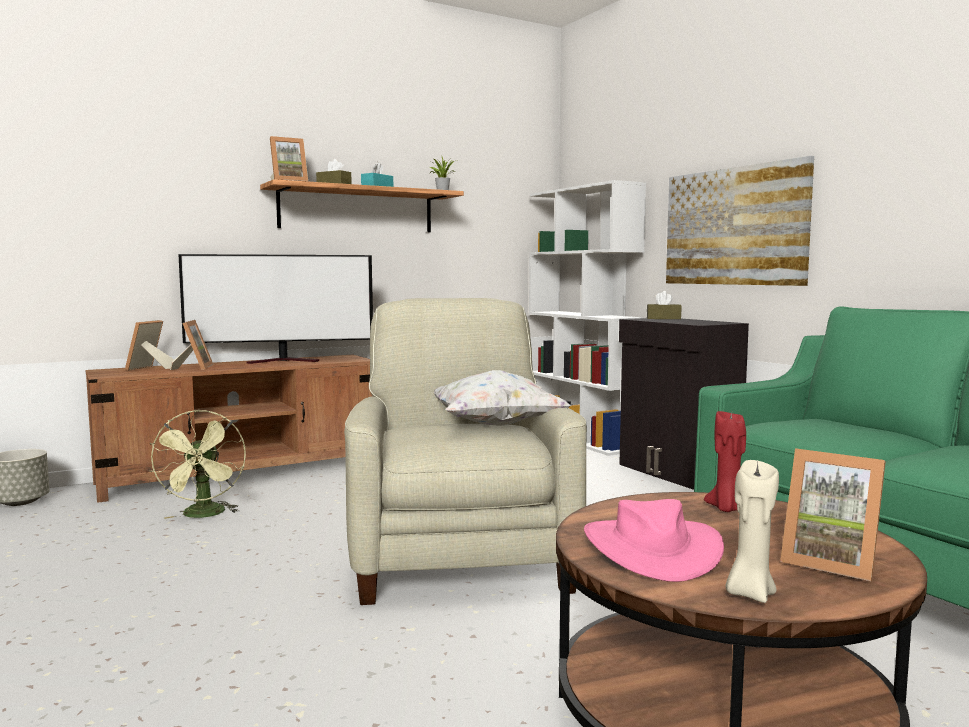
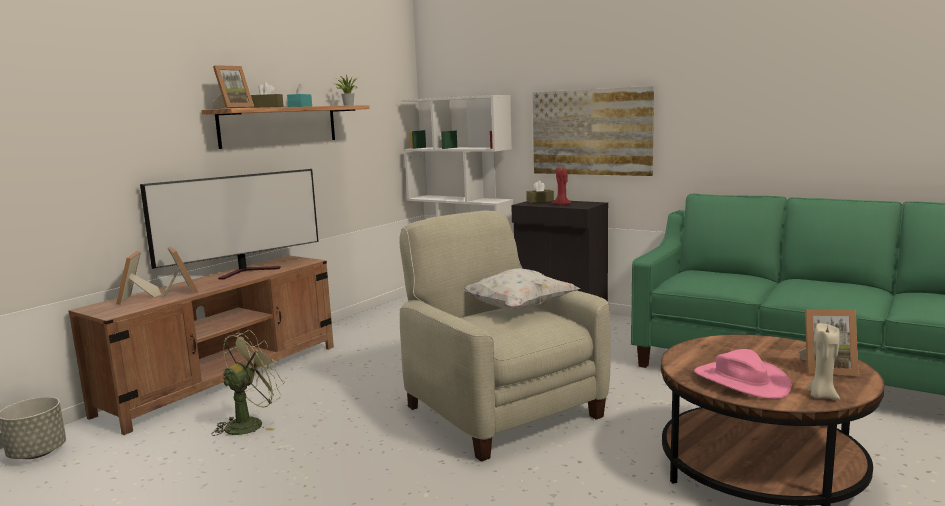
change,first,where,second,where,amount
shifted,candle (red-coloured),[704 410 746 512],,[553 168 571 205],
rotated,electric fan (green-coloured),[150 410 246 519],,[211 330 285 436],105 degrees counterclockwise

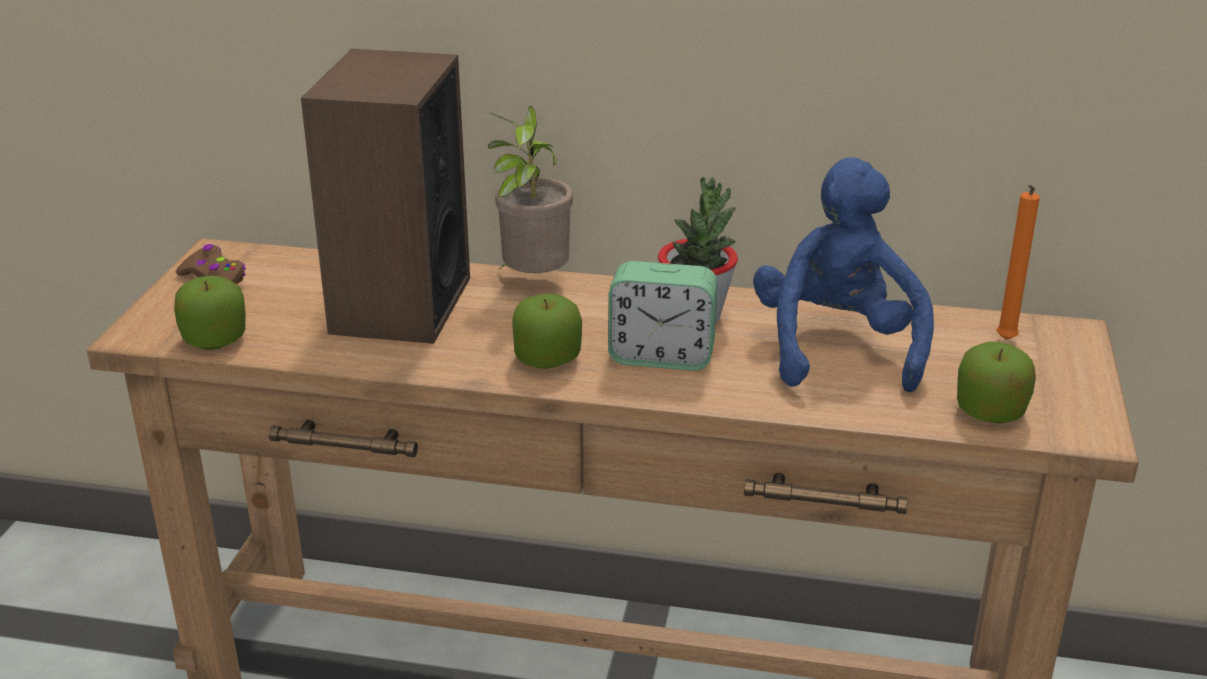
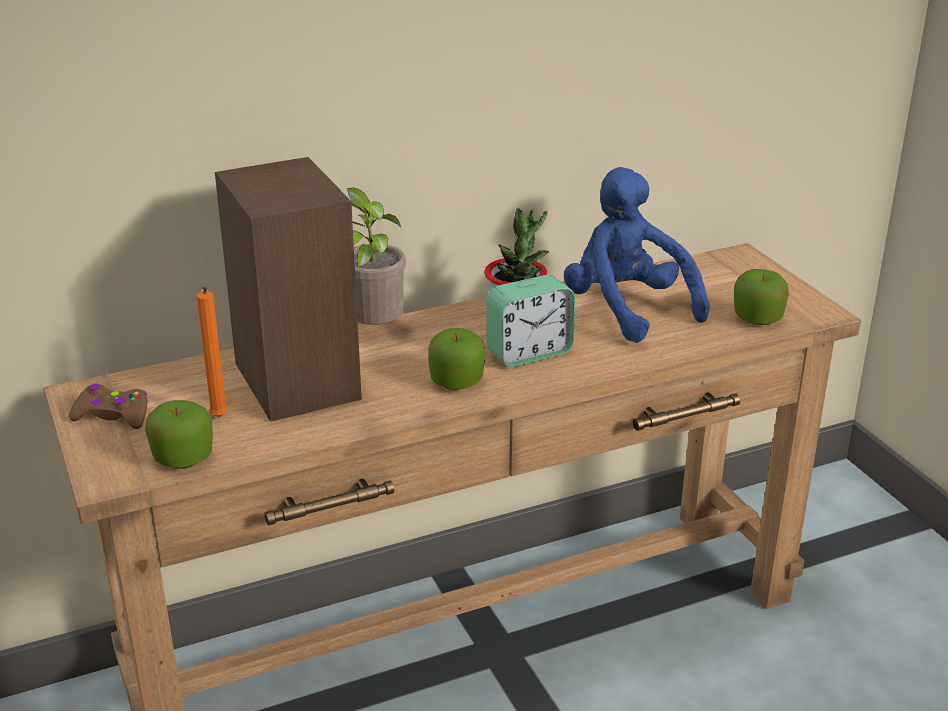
change,first,where,second,where,amount
shifted,candle (orange-coloured),[996 185 1040 340],,[197 287 228 417],

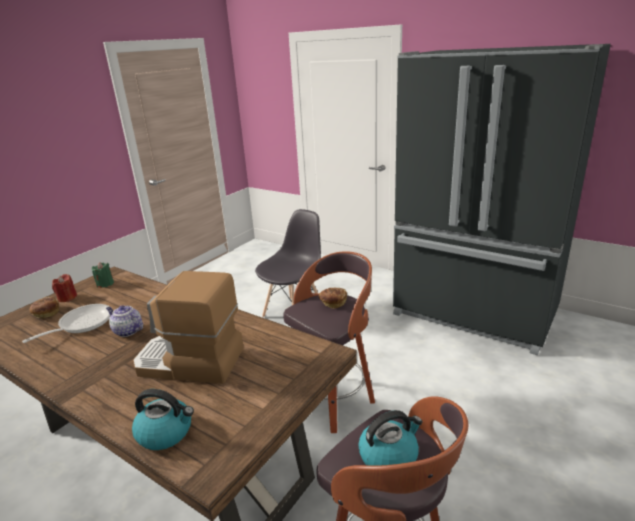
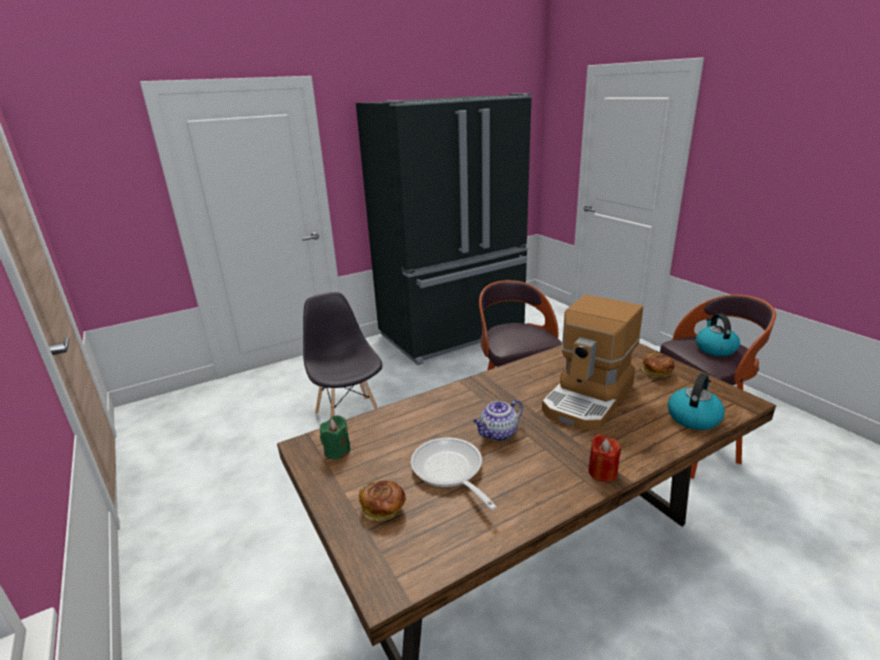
change,first,where,second,where,amount
shifted,candle (red-coloured),[52 274 77 302],,[588 434 621 482],
shifted,bread,[319 288 347 309],,[642 353 674 378],

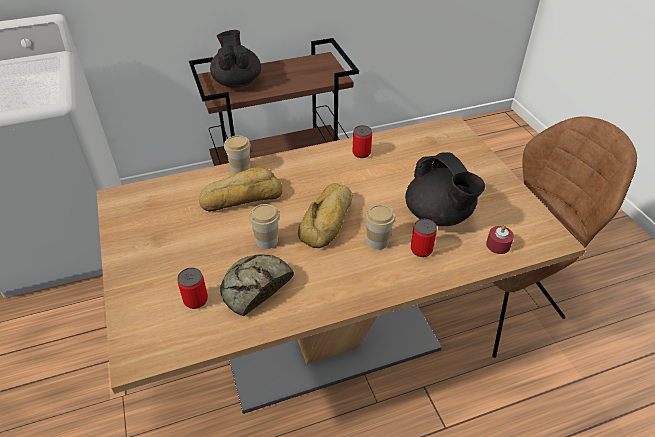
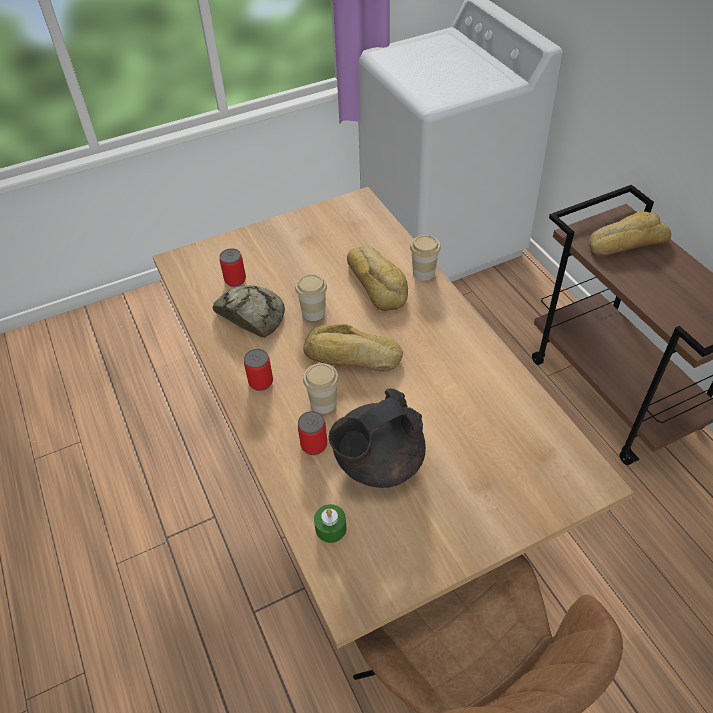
change,first,where,second,where,amount
shifted,can,[352 125 372 158],,[244 349 273 391],
swapped,tea pot (black-coloured),[210 30 261 88],bread,[588 212 671 256],
repainted,candle (red-coloured),[486 225 514 254],candle (green-coloured),[314 504 347 543],

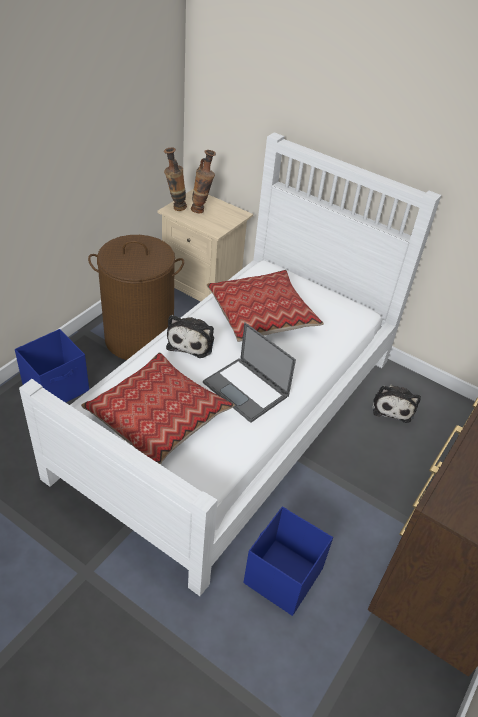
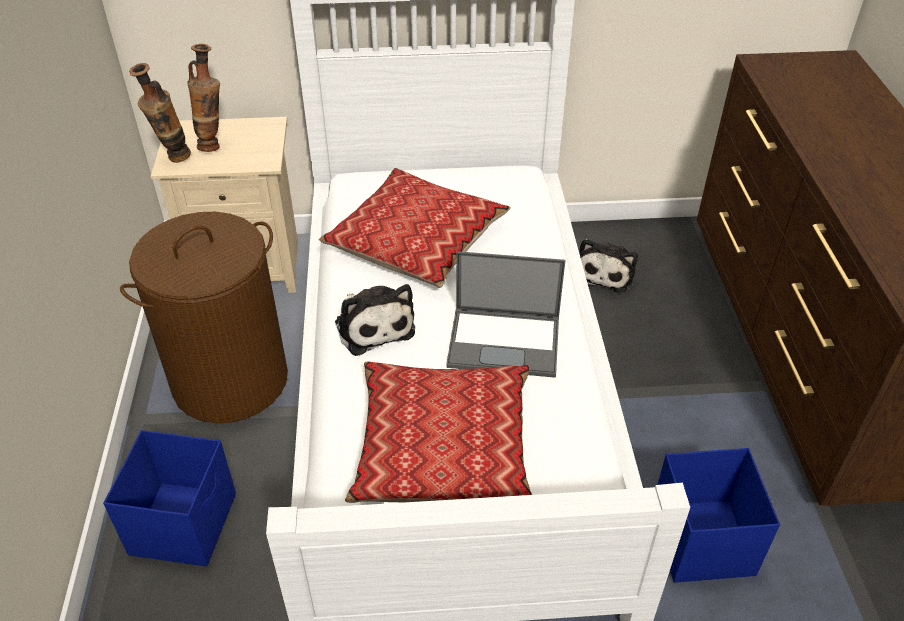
change,first,where,second,where,amount
rotated,soft toy,[372 384 421 423],,[579 239 638 293],45 degrees clockwise

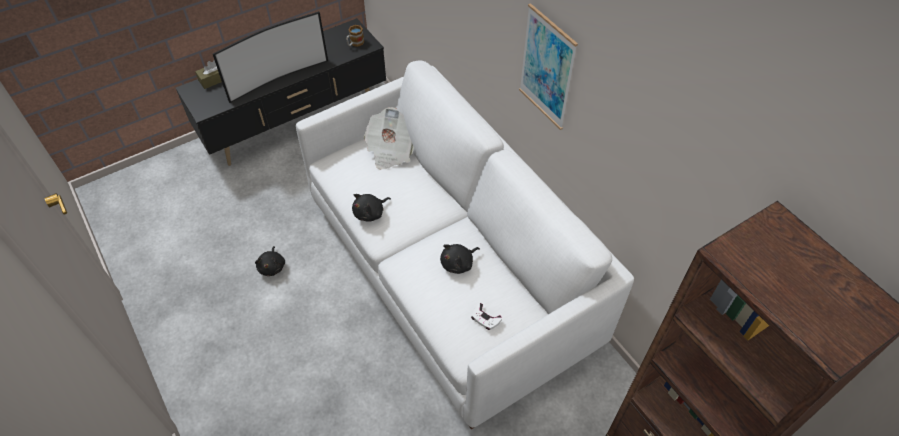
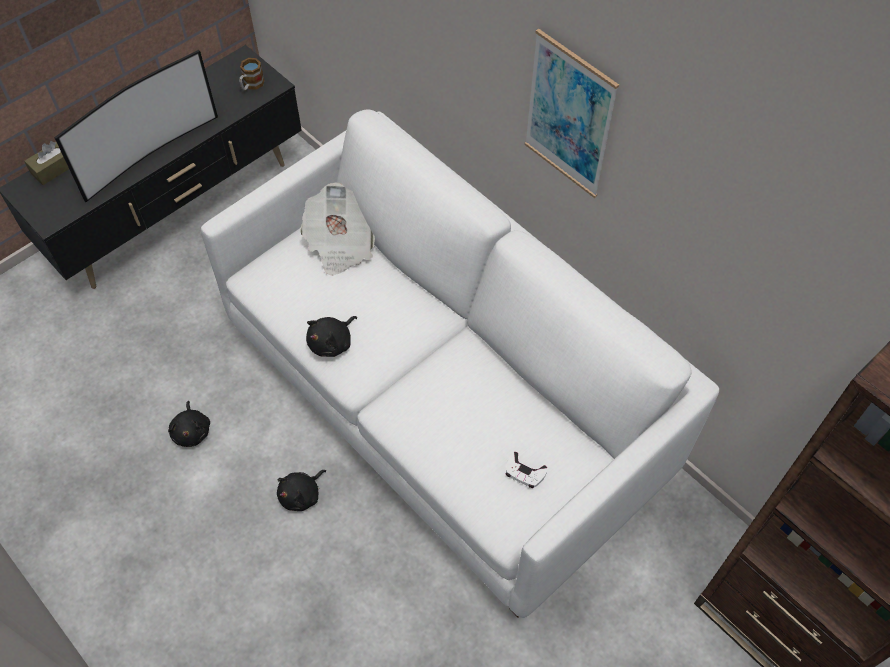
change,first,where,second,where,amount
shifted,soft toy (black-coloured),[440 244 480 274],,[277 470 326 511],

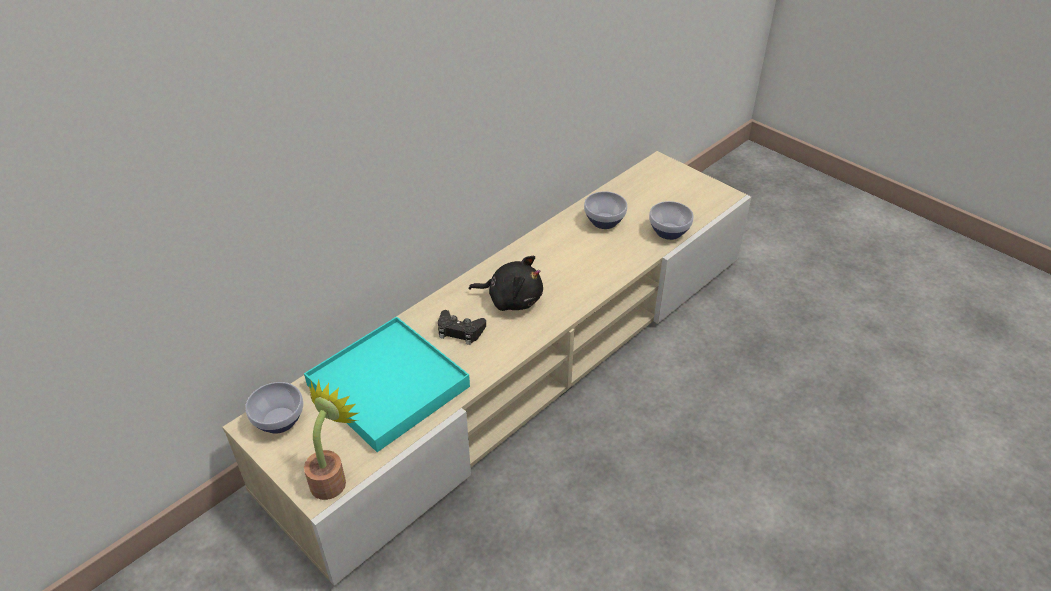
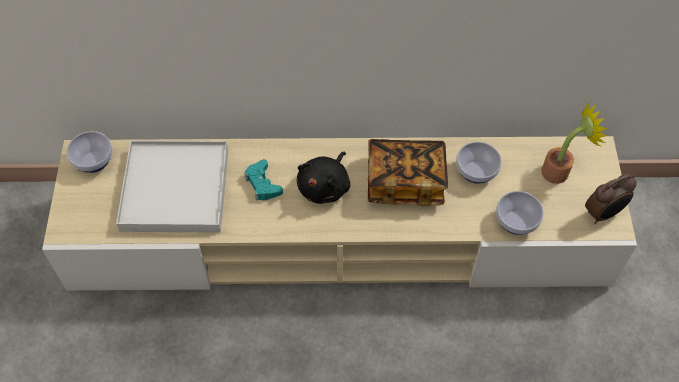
change,first,where,second,where,amount
new,,,book,[368 139 448 206],
new,,,bedside clock,[585 174 637 224],
shifted,houseplant,[304 379 358 500],,[542 102 608 184],
repainted,carrying tray (turquoise-coloured),[304 317 470 452],carrying tray (white),[116 140 228 233],
repainted,game controller (black-coloured),[438 310 486 345],game controller (turquoise-coloured),[244 159 283 200],
rotated,soft toy (black-coloured),[469 256 543 311],,[297 152 351 204],60 degrees clockwise

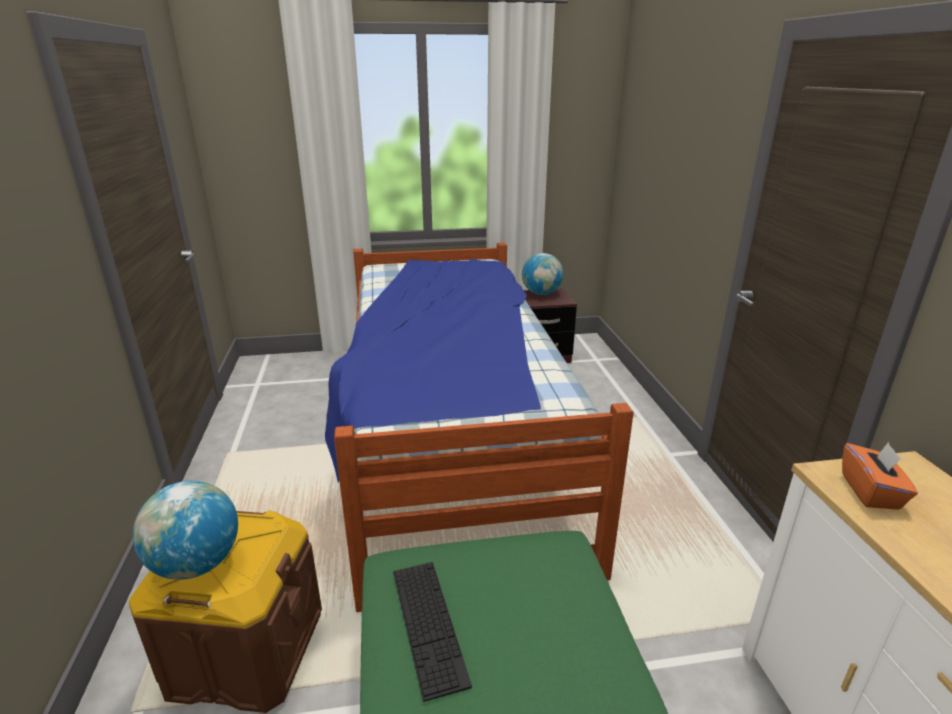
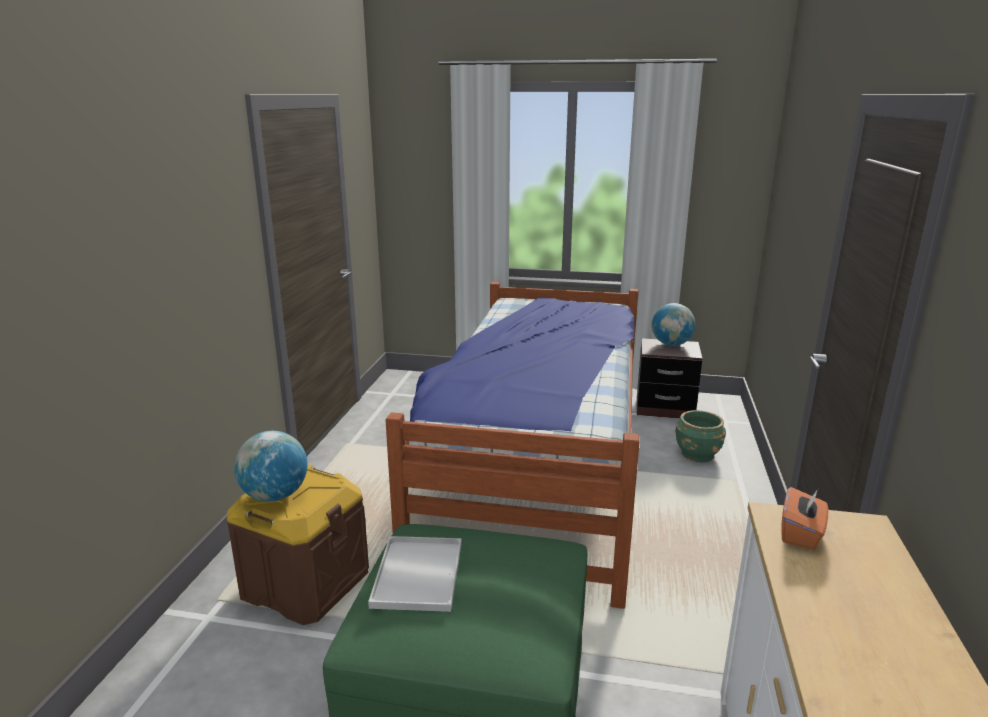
change,first,where,second,where,amount
new,,,planter (green-coloured),[675 410 726 462],
swapped,PC keyboard,[393 562 472 702],carrying tray (white),[368 536 462 612],

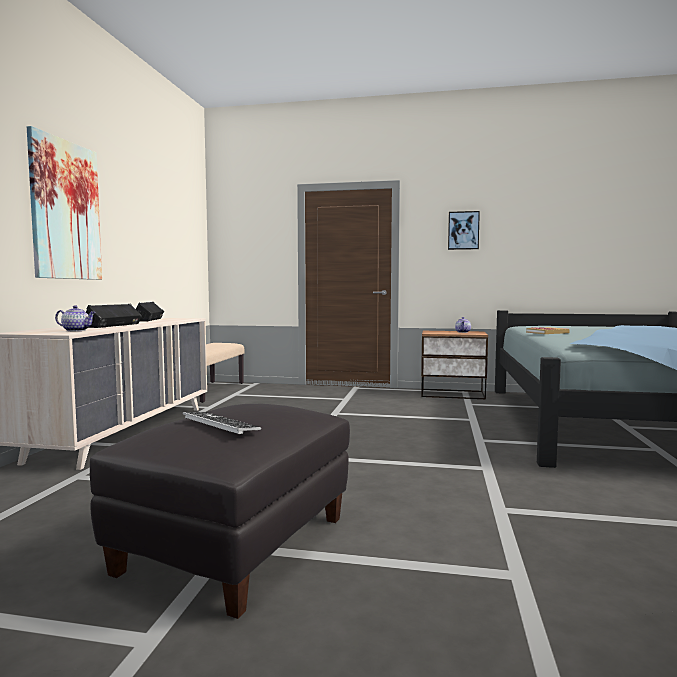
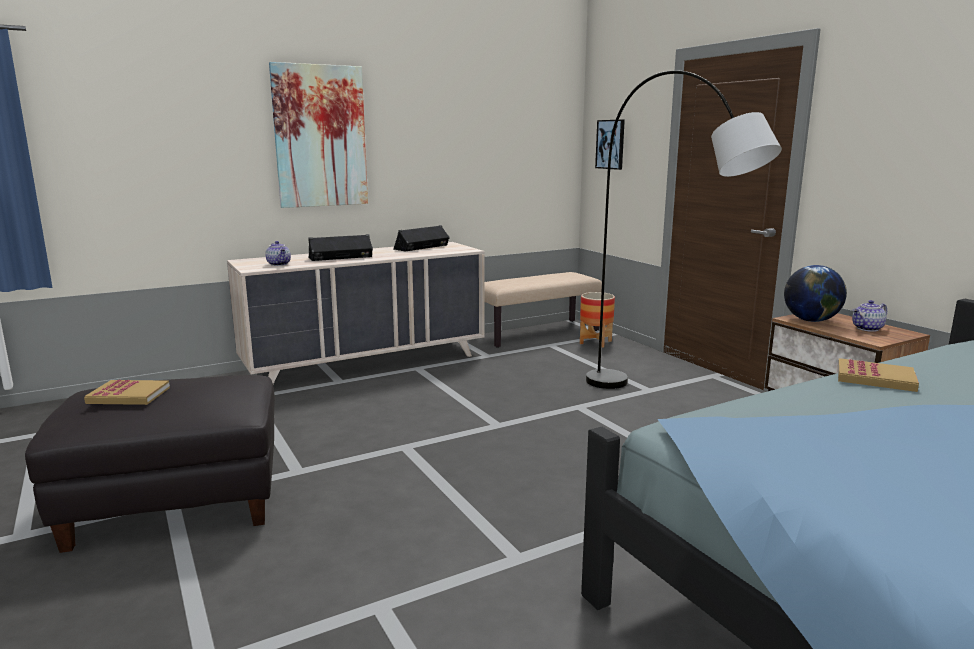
change,first,where,second,where,amount
new,,,planter,[580 292 615 348],
new,,,standing lamp (greyish),[586 71 782 389],
new,,,desk globe,[784 265 847 322],
shifted,wall art,[448 211 480 250],,[595 120 625 170],
swapped,PC keyboard,[183 412 261 434],book,[84 380 170 405],

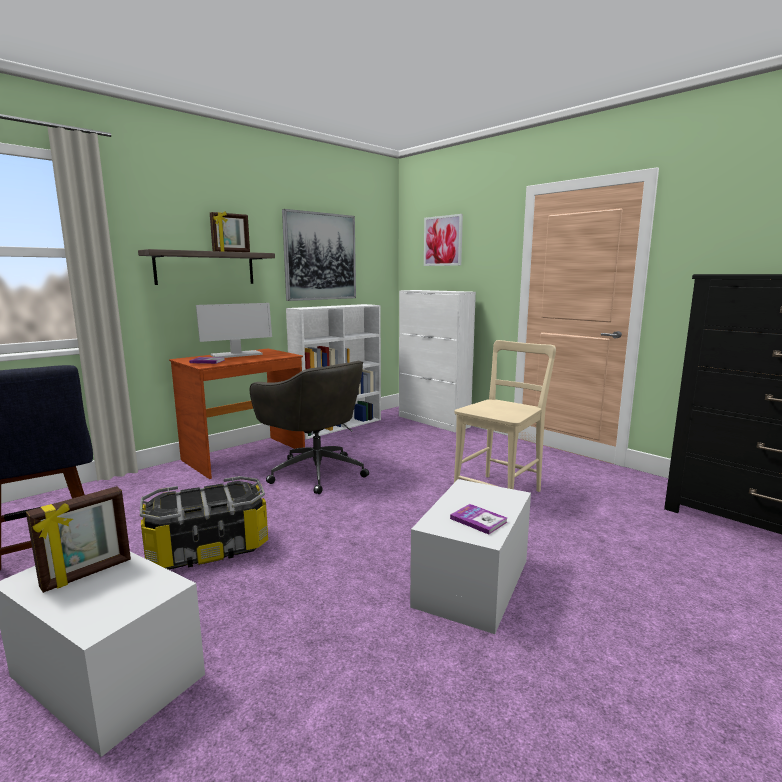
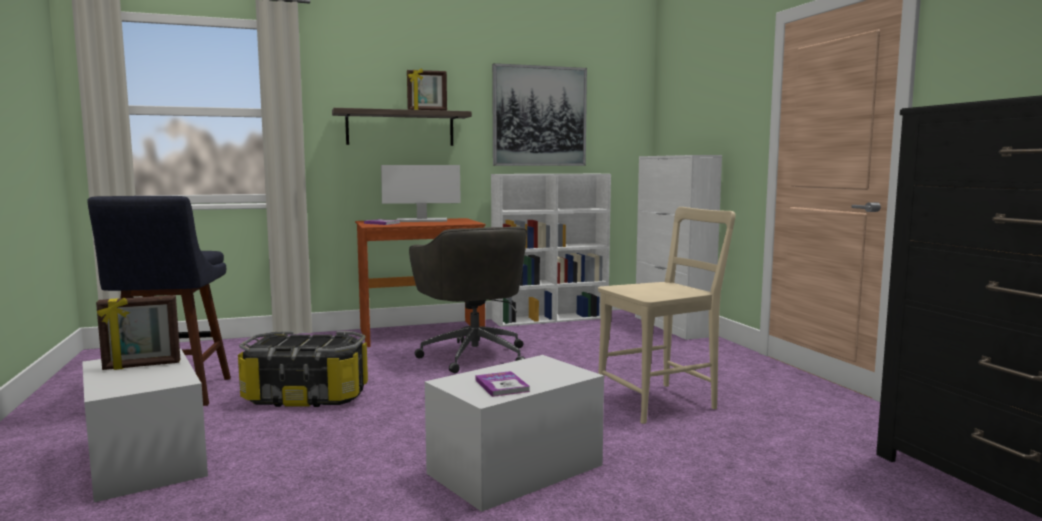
change,first,where,second,where,amount
gone,wall art,[424 214 463 266],,,

